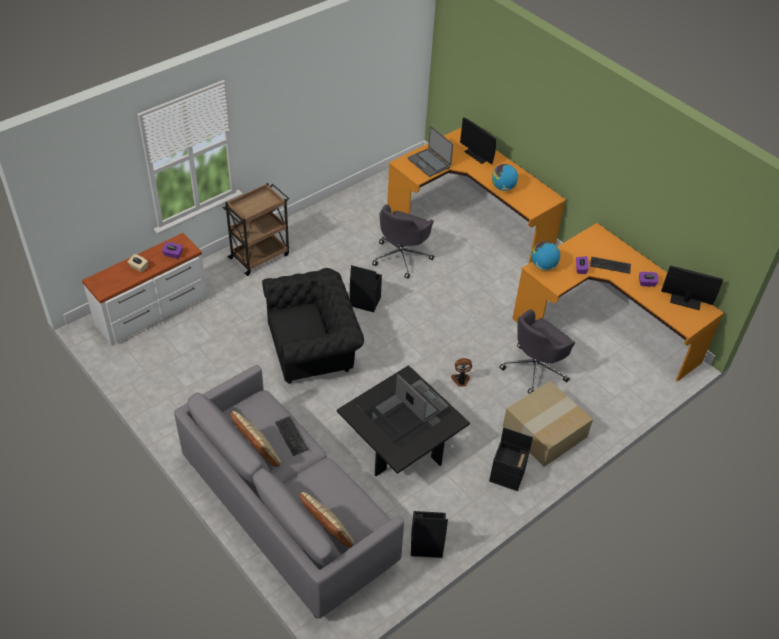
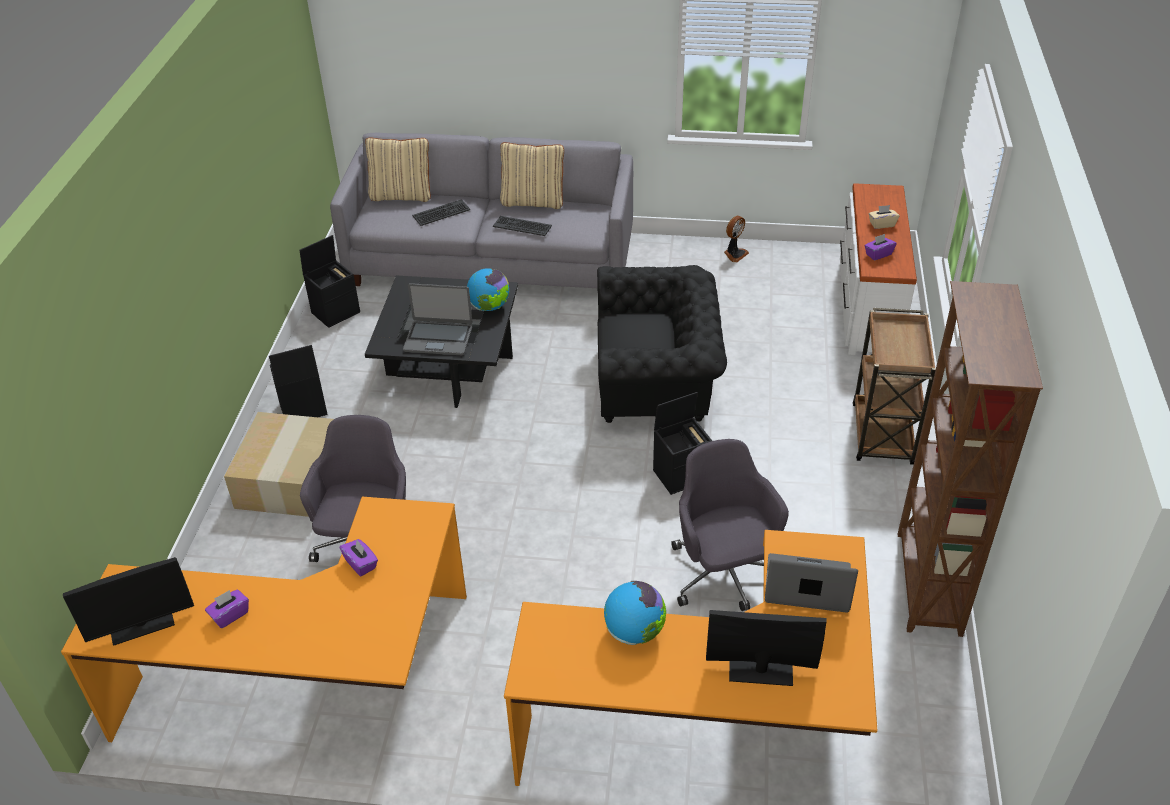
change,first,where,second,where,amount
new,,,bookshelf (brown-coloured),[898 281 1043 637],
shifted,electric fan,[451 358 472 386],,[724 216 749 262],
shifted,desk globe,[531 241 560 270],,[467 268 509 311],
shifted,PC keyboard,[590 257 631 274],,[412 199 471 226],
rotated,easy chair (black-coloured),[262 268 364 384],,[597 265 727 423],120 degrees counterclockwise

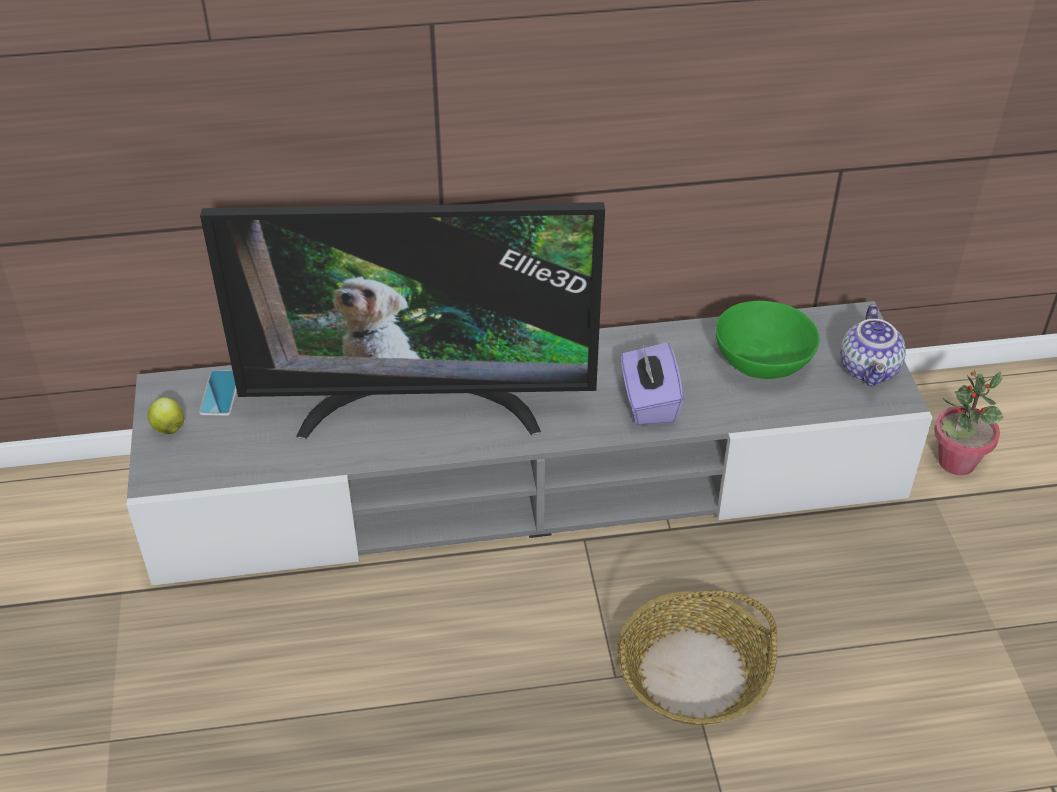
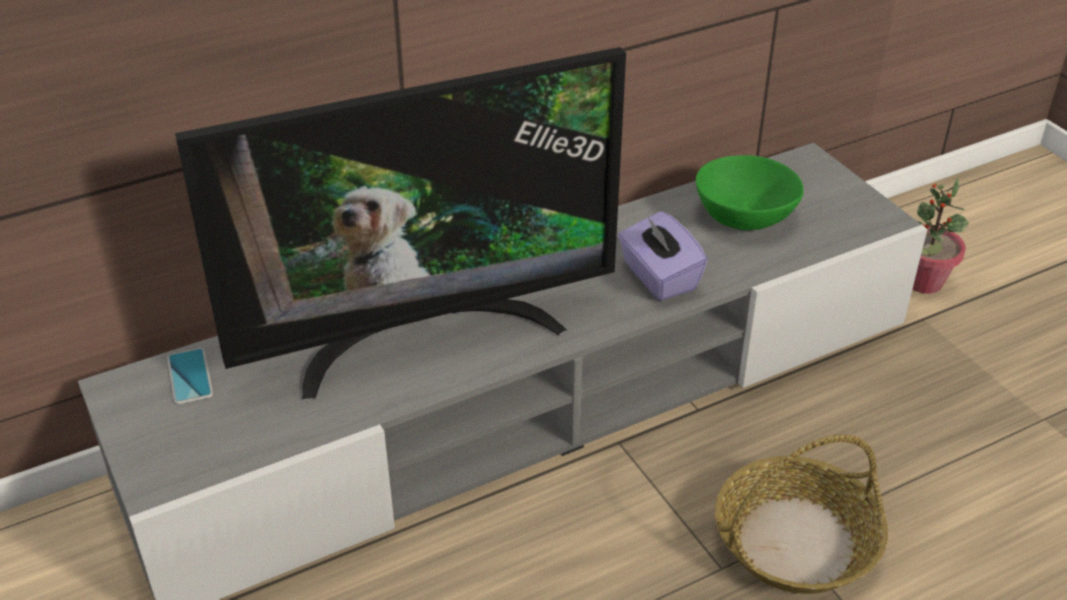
change,first,where,second,where,amount
gone,apple,[148 397 184 434],,,
gone,tea pot,[840 304 906 386],,,

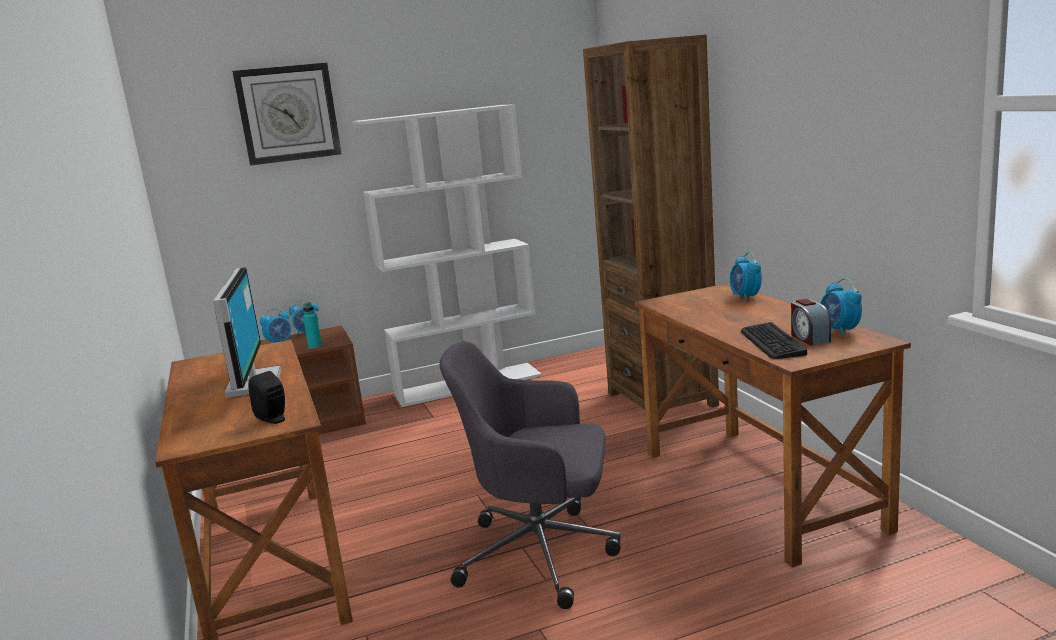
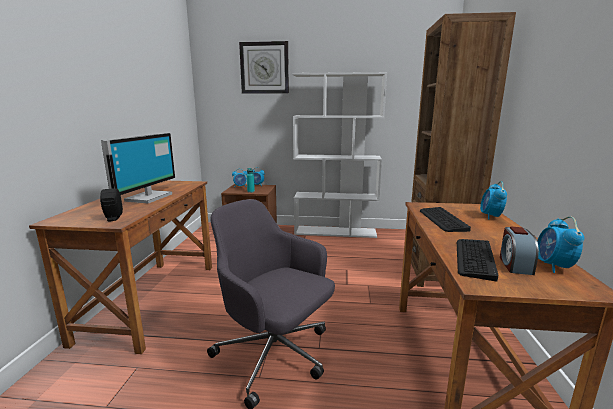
change,first,where,second,where,amount
new,,,PC keyboard,[420 207 471 232],

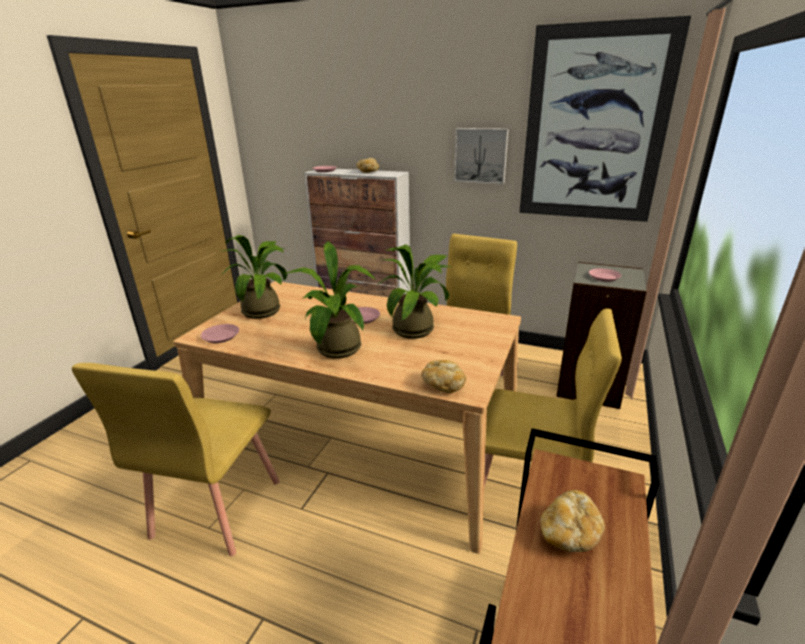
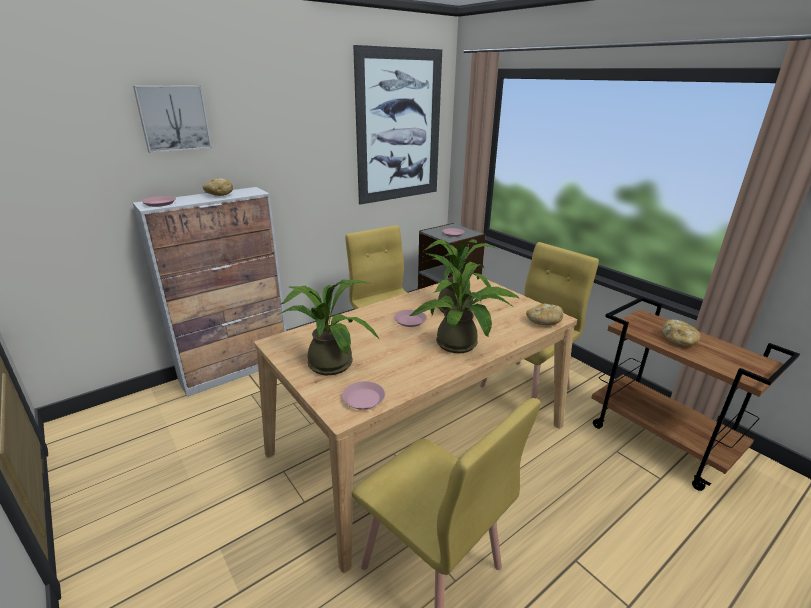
change,first,where,second,where,amount
shifted,wall art,[454 128 509 184],,[133 86 212 153],

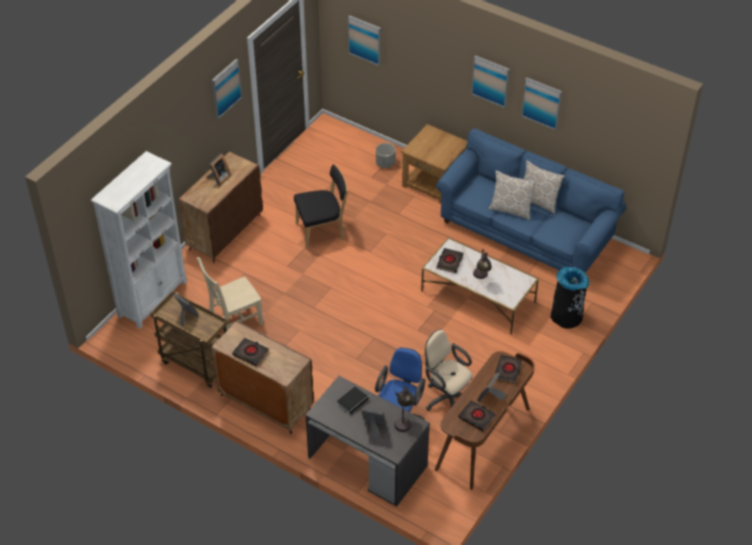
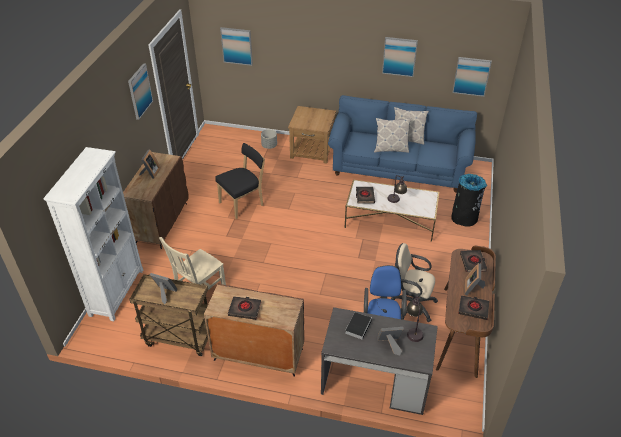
change,first,where,second,where,amount
shifted,wall art,[471 55 510 108],,[452 57 492 97],

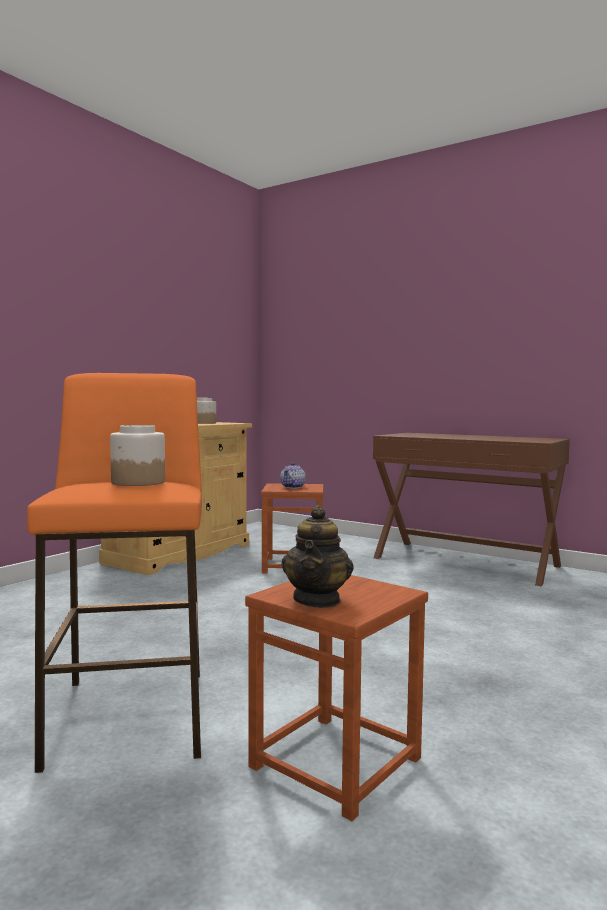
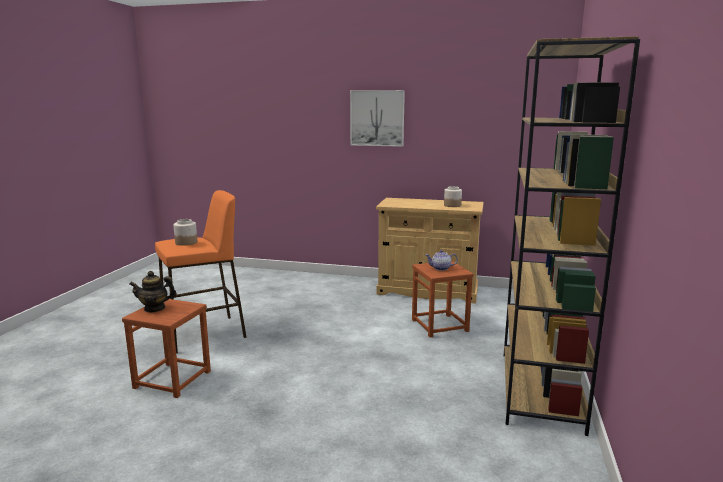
change,first,where,second,where,amount
new,,,wall art,[350 90 405 147],
swapped,hall table (brown-coloured),[373 433 570 586],bookshelf (brown-coloured),[504 36 640 436],

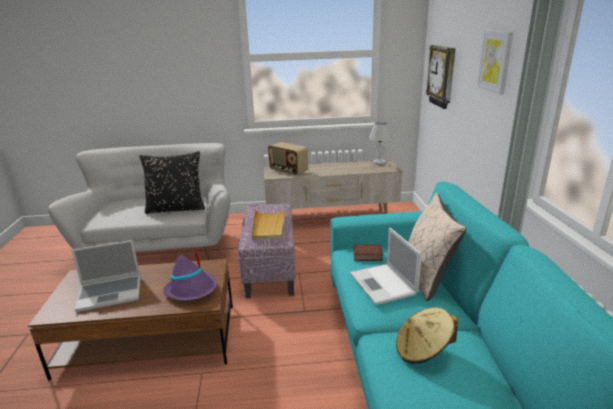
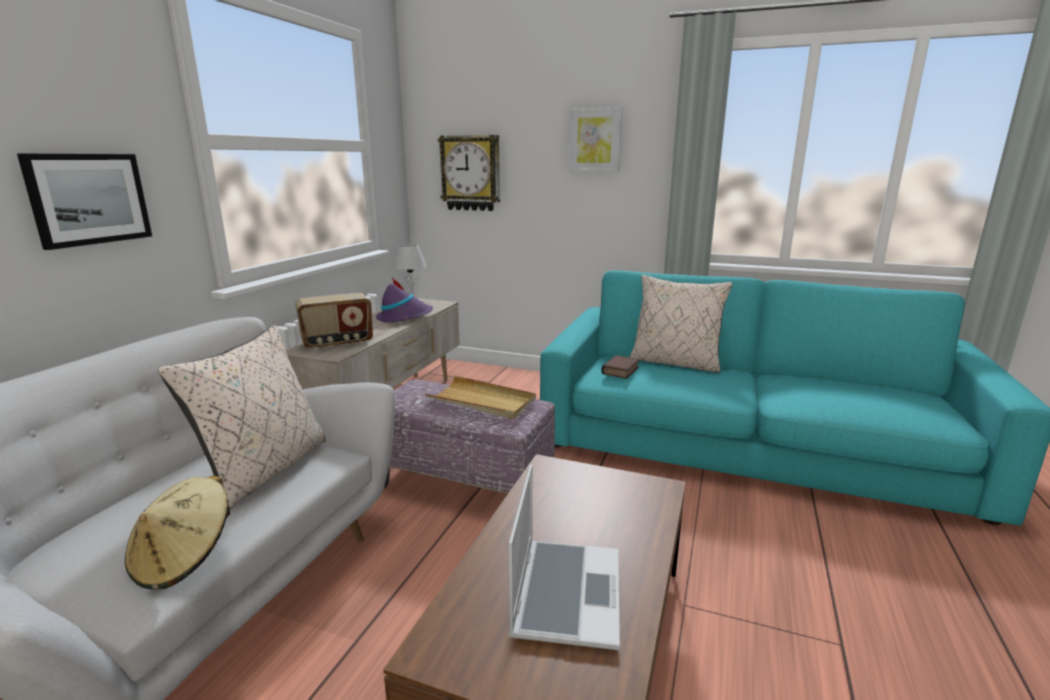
change,first,where,second,where,amount
gone,notebook computer,[350 228 422 305],,,
new,,,wall art,[17 154 152 250],
shifted,clothing hat (purple-coloured),[163 248 217 301],,[376 278 433 322],
shifted,clothing hat (beige),[396 308 458 363],,[125 475 230 590],
repainted,throw pillow (black-coloured),[139 151 205 214],throw pillow (beige),[158 325 326 509],

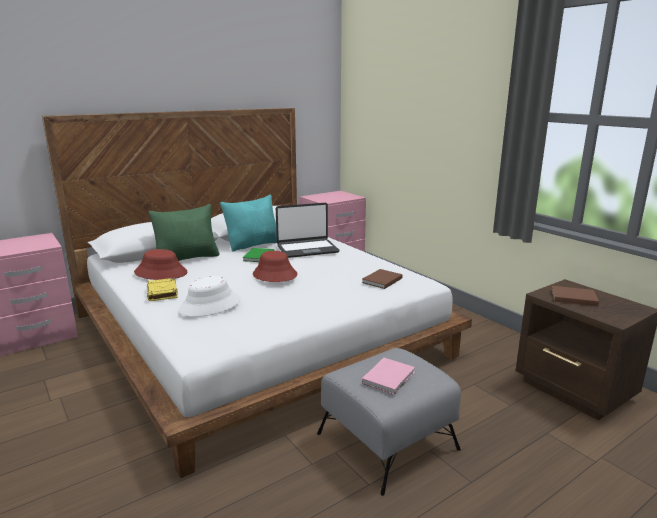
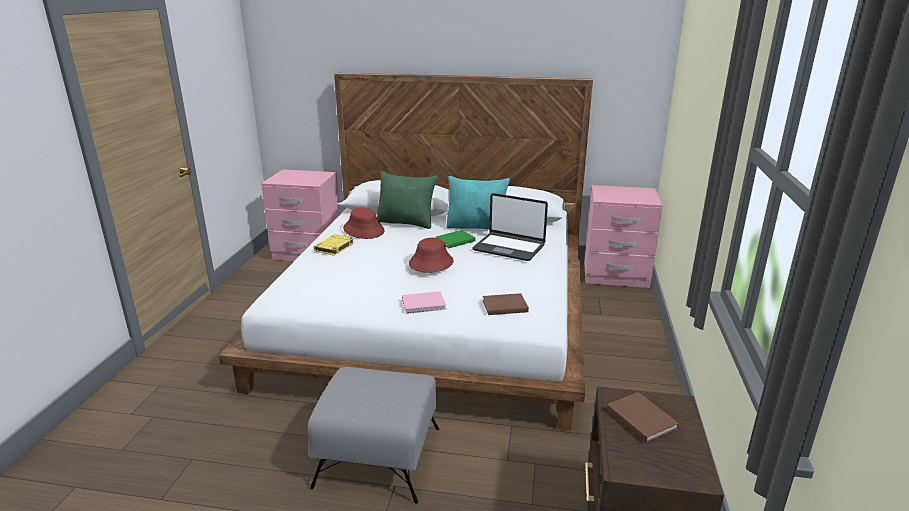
change,first,where,second,where,amount
gone,clothing hat (white),[179 276 241 317],,,
shifted,book (pinkish),[362 358 415 395],,[402 291 446 314],

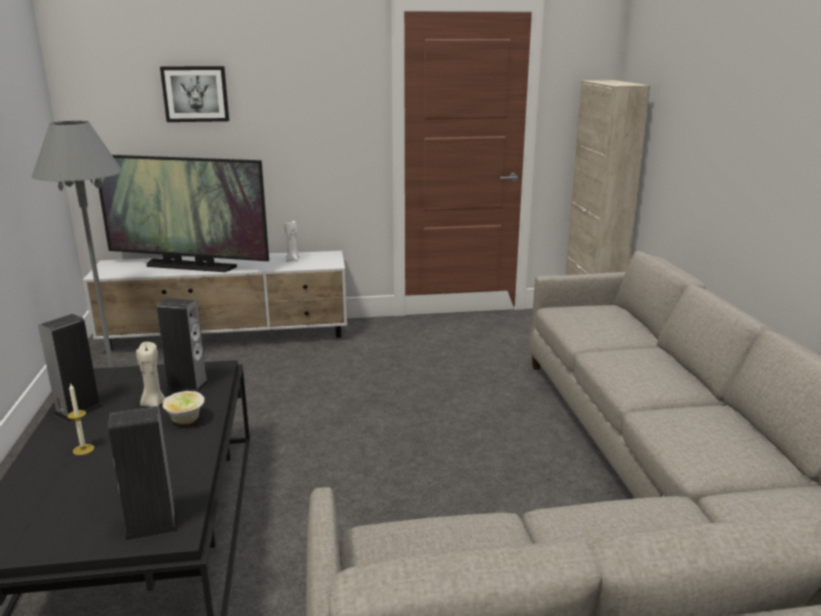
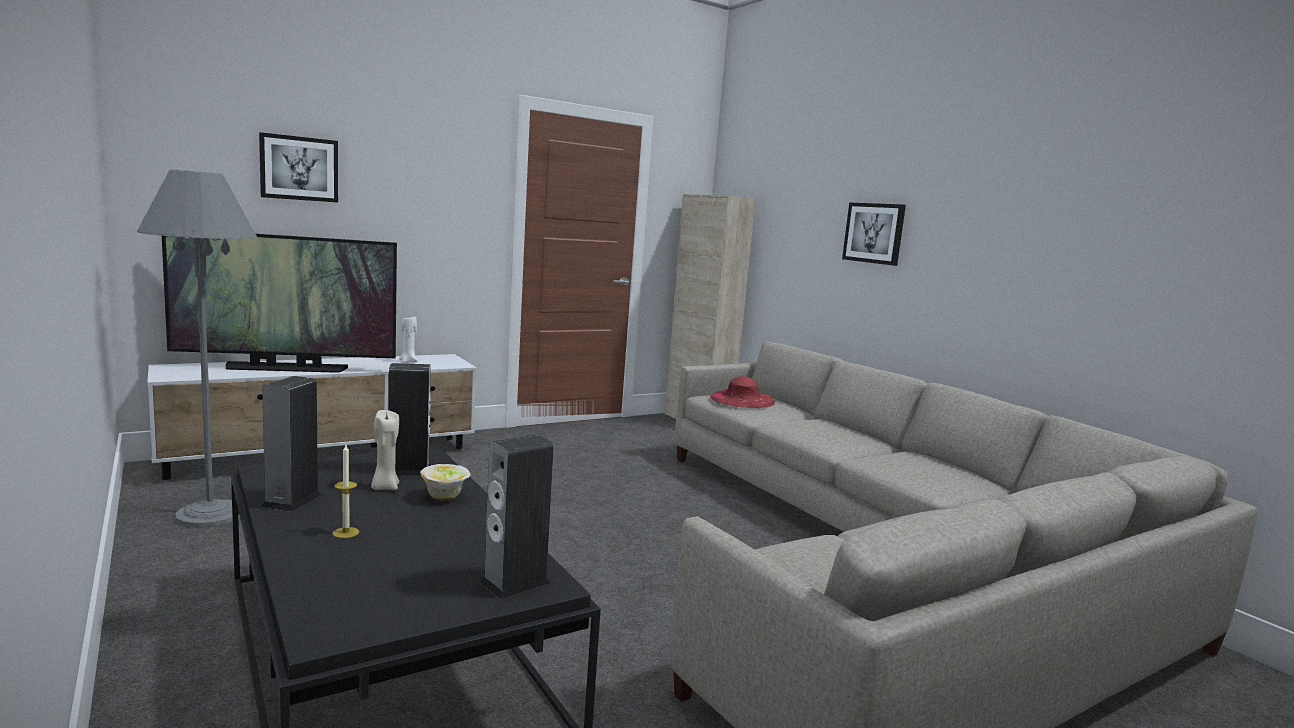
change,first,where,second,where,amount
new,,,clothing hat (red-coloured),[710 376 775 408],
new,,,wall art,[842 202 906 266],

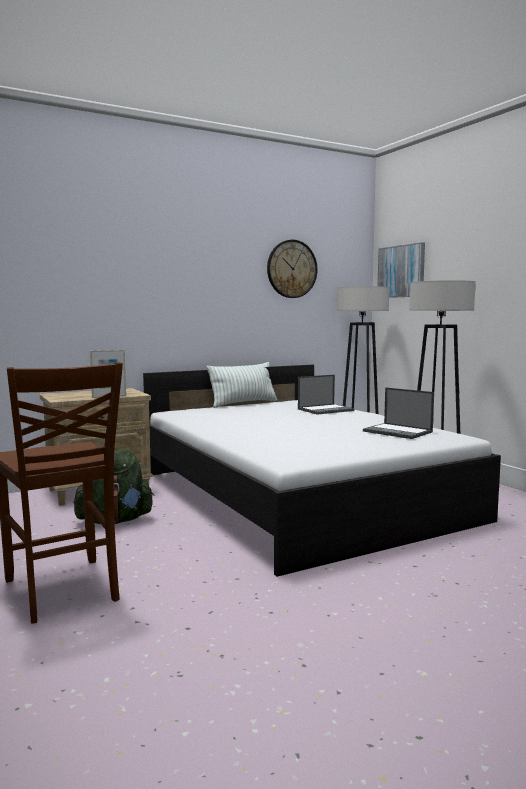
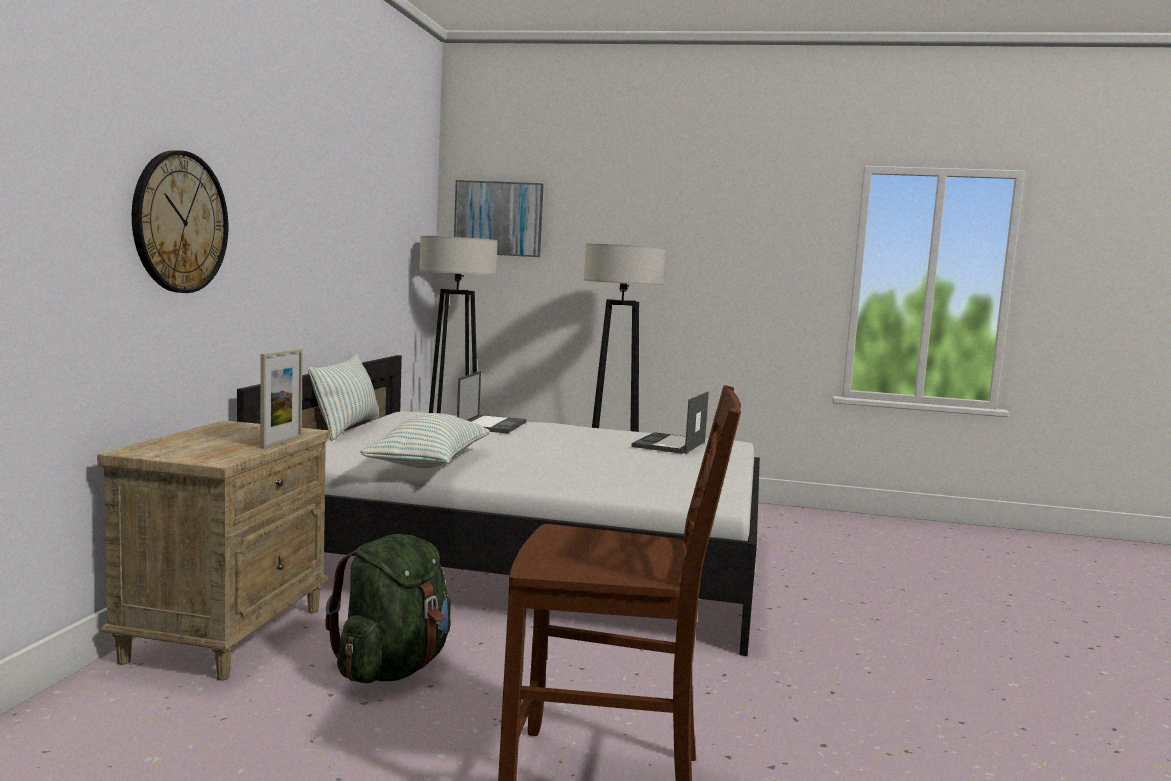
change,first,where,second,where,amount
new,,,throw pillow,[360 413 490 468],
shifted,clock on the wall,[267 240 317 298],,[132 150 228 293],
rotated,notebook computer,[363 387 434 439],,[631 392 709 454],120 degrees clockwise

